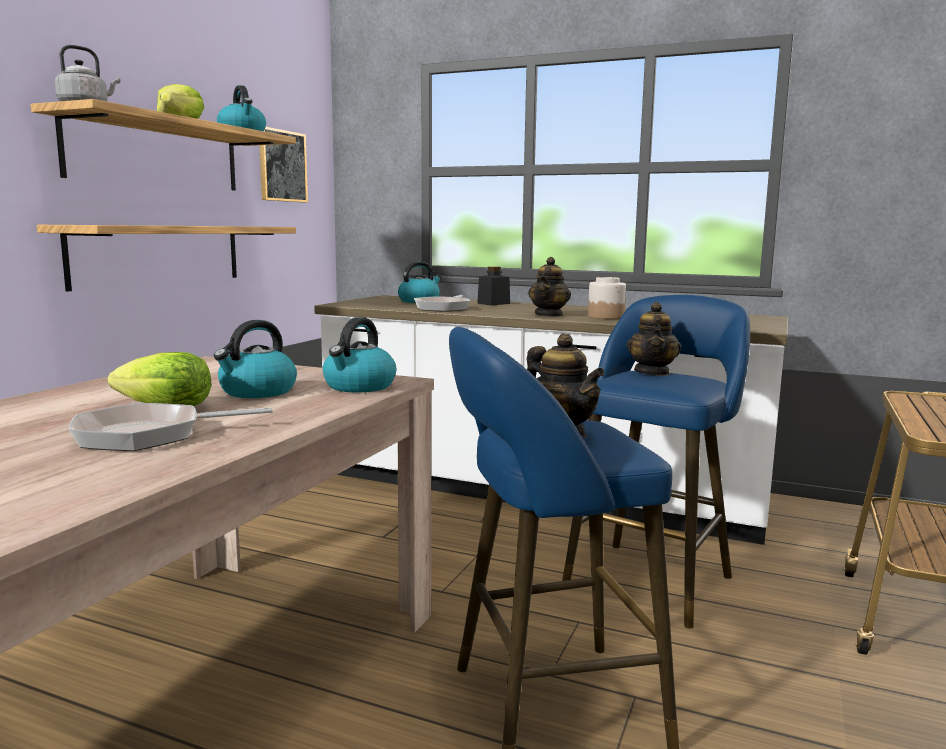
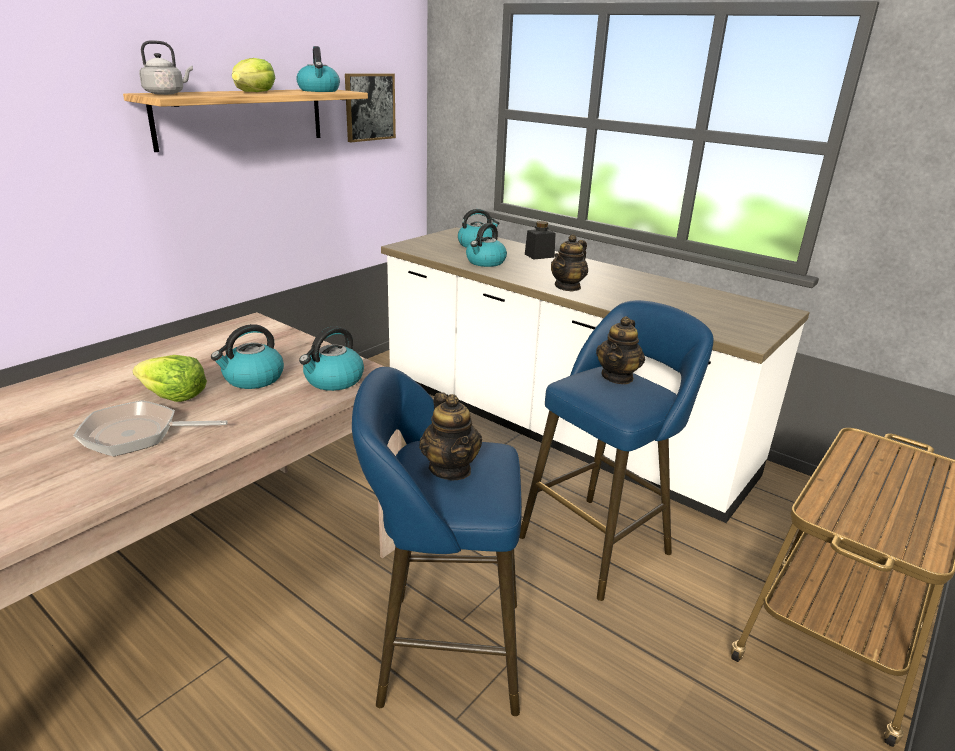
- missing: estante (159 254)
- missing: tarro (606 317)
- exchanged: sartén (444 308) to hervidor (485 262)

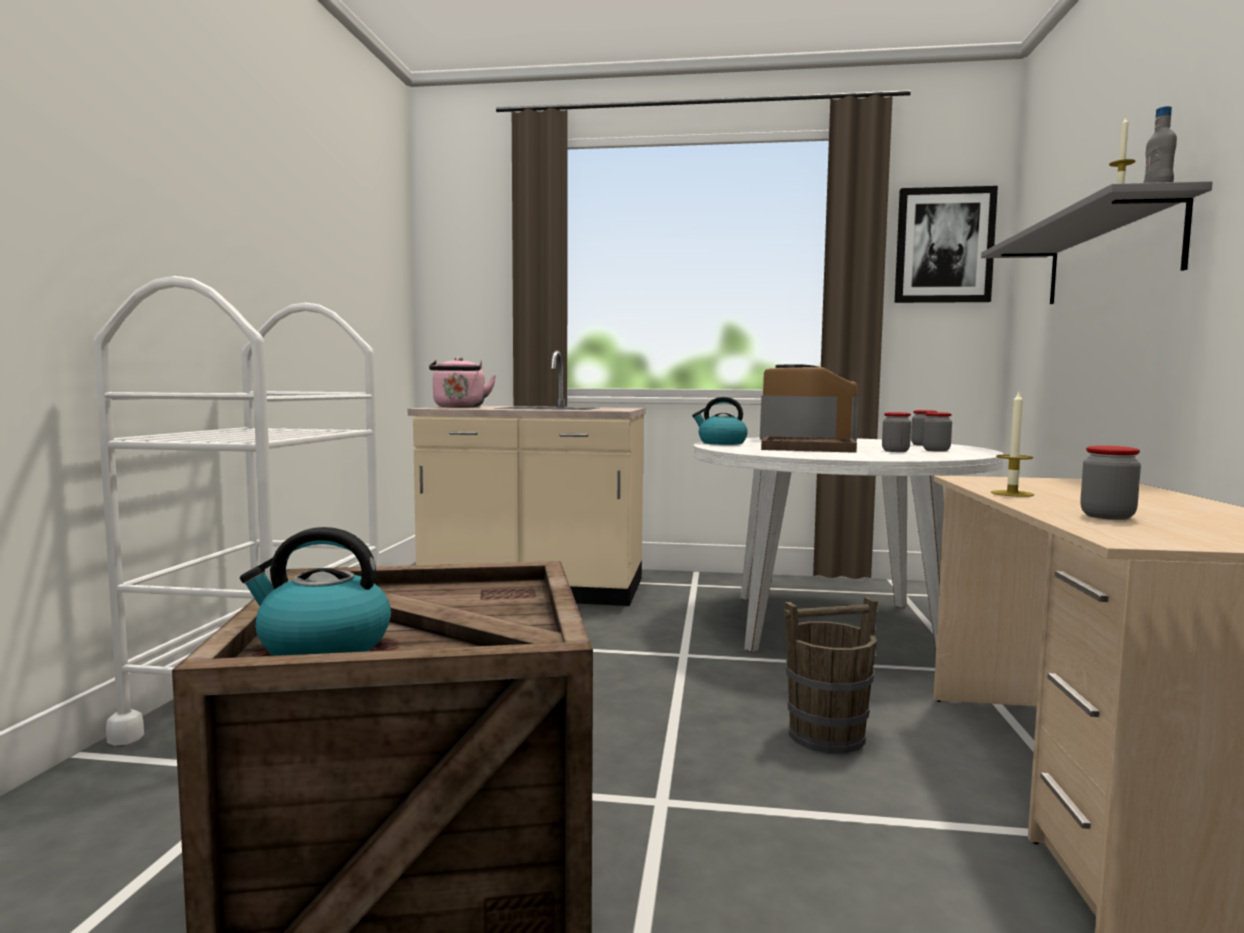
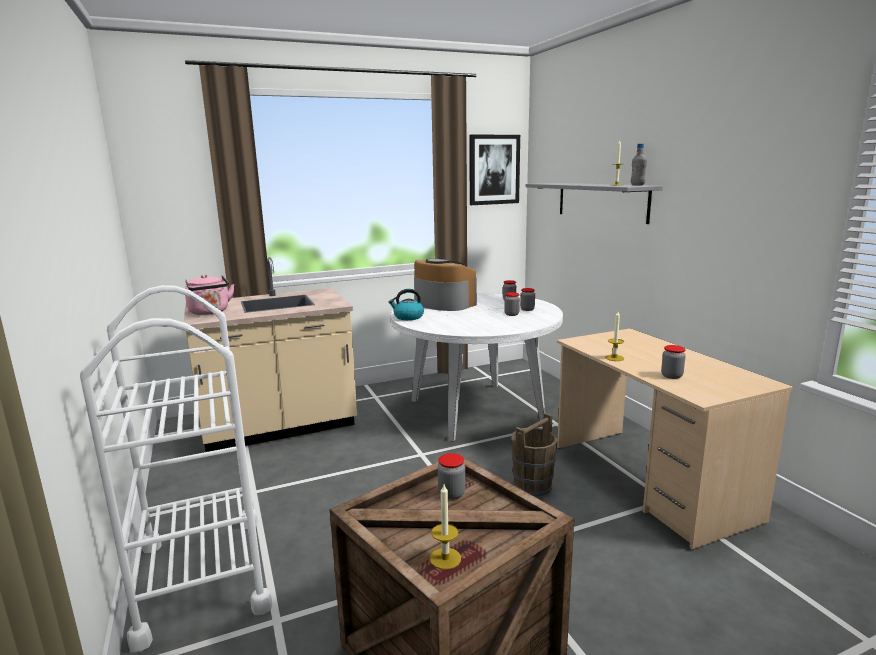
- missing: bandeja/marrón (807 448)
- exchanged: hervidor (322 646) to vela (445 558)
- appeared: tarro (451 494)

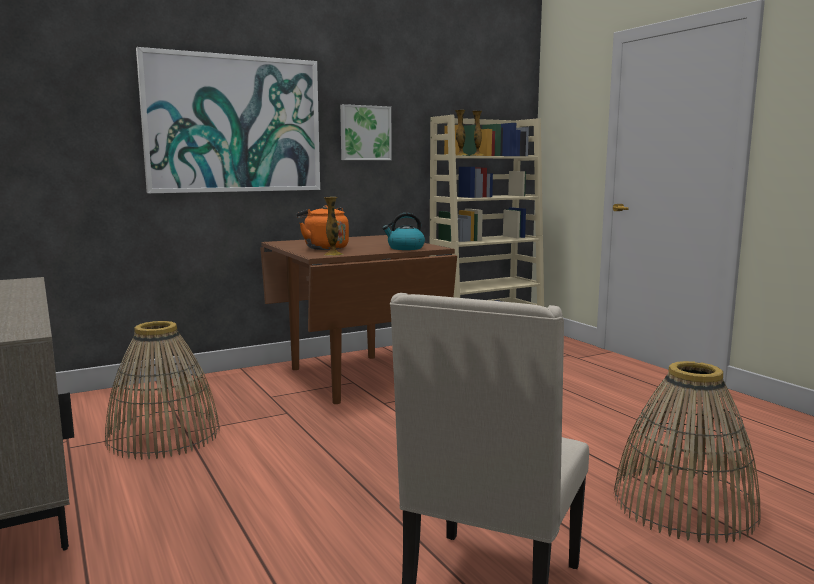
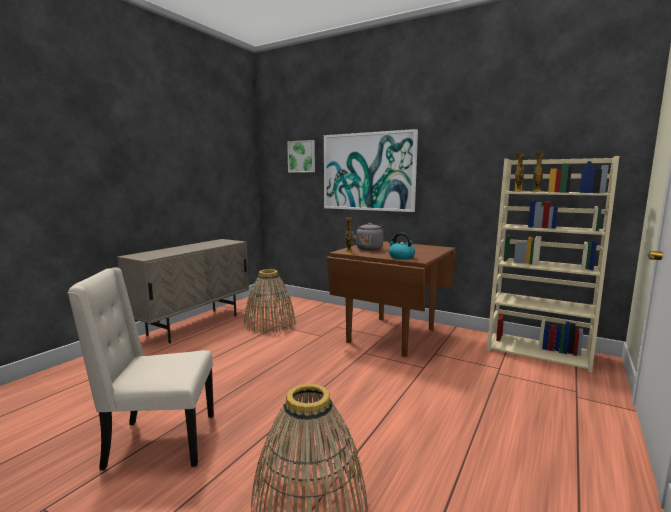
- relocated: cuadro (365 133) to (302 156)
- colour: hervidor/naranja (324 248) to hervidor/gris (369 248)

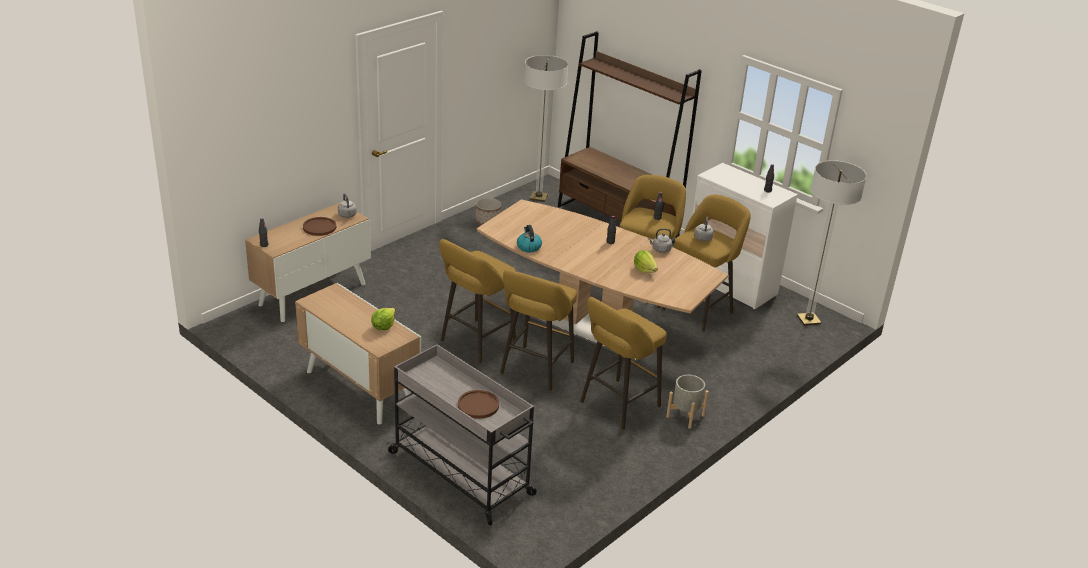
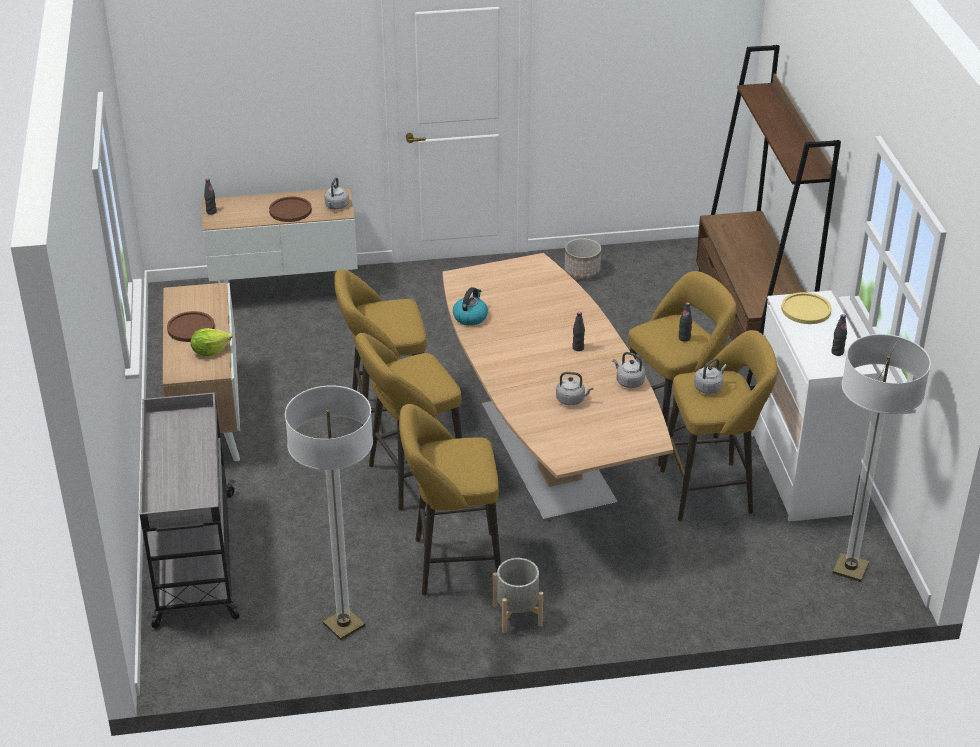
- relocated: lámpara de pie (538 197) to (344 625)
- exchanged: lechuga (644 269) to hervidor/gris (572 400)
- relocated: plato/marrón (478 405) to (191 328)
- appeared: plato/amarillo (806 309)

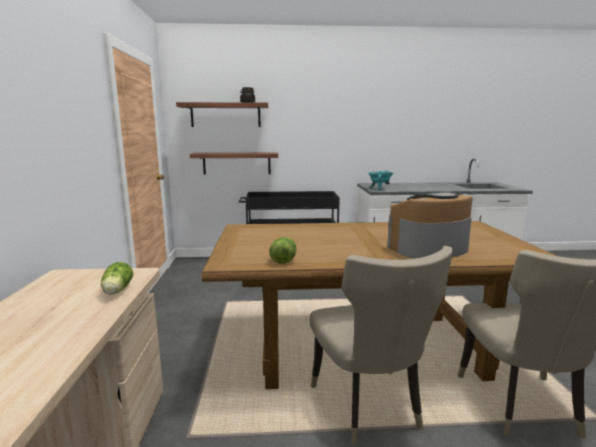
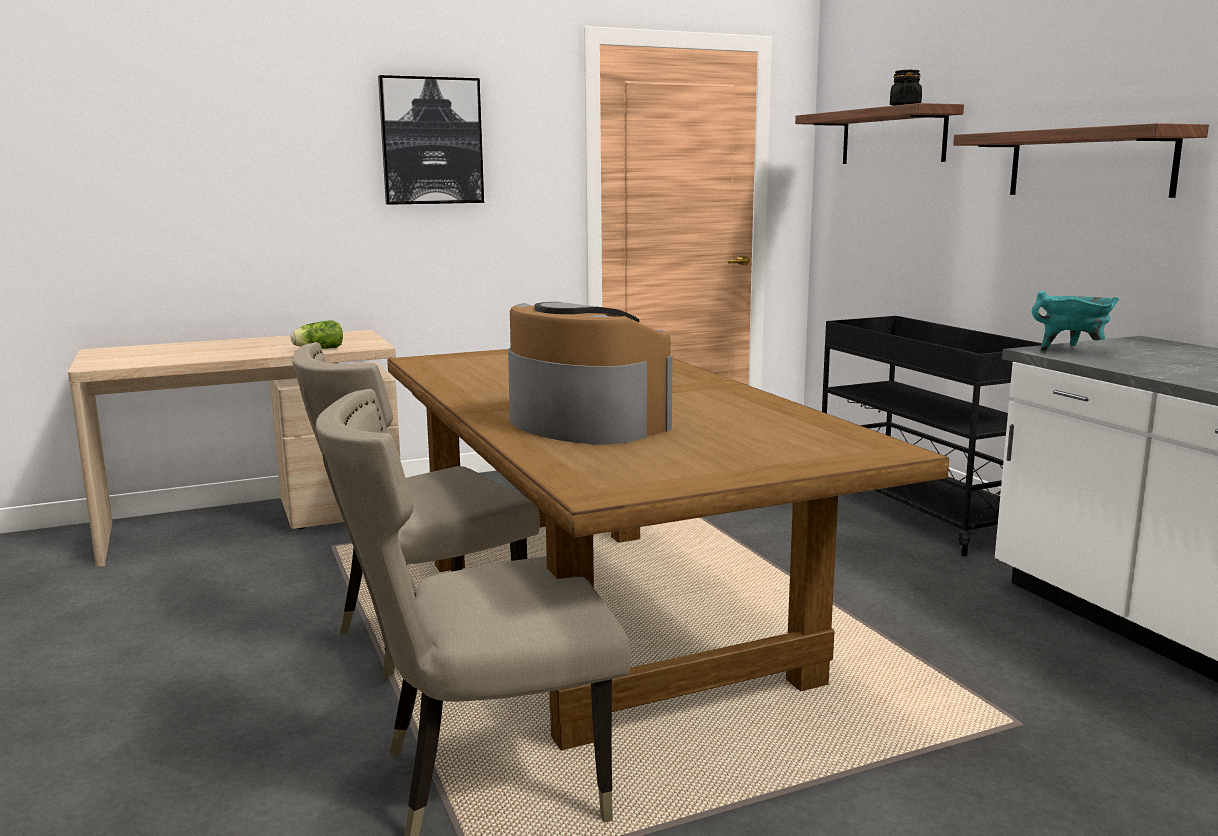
- relocated: estante (236 163) to (1089 163)
- missing: lechuga (283 259)
- appeared: cuadro (431 141)

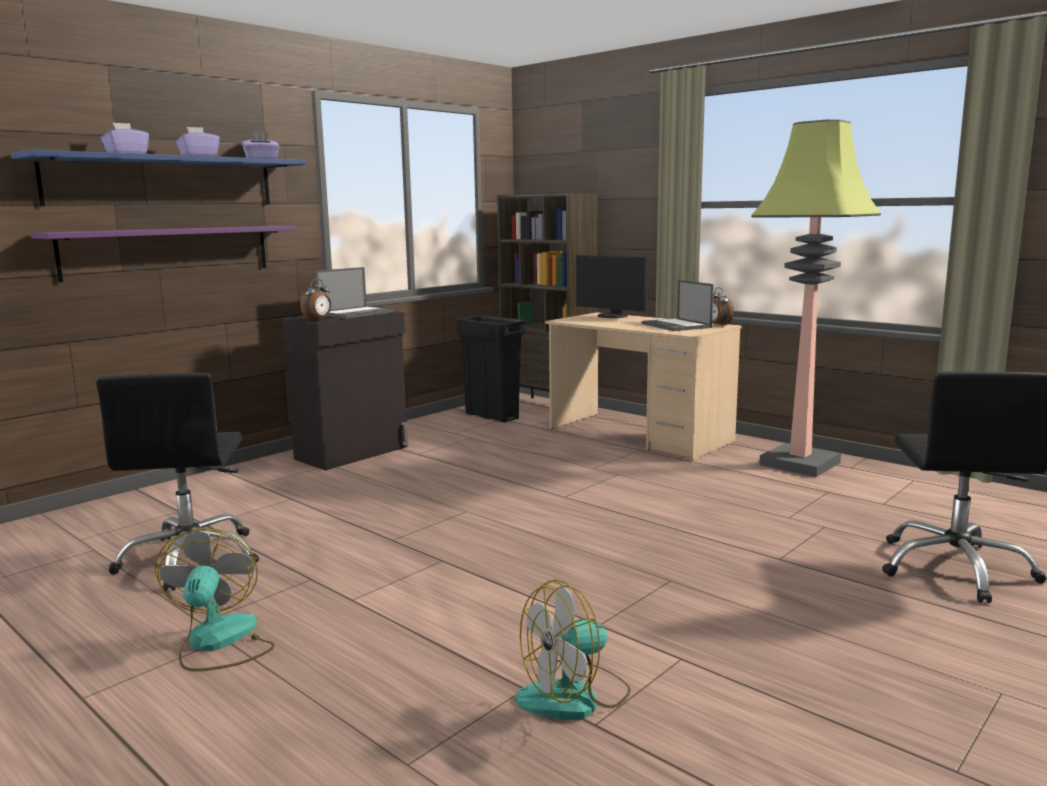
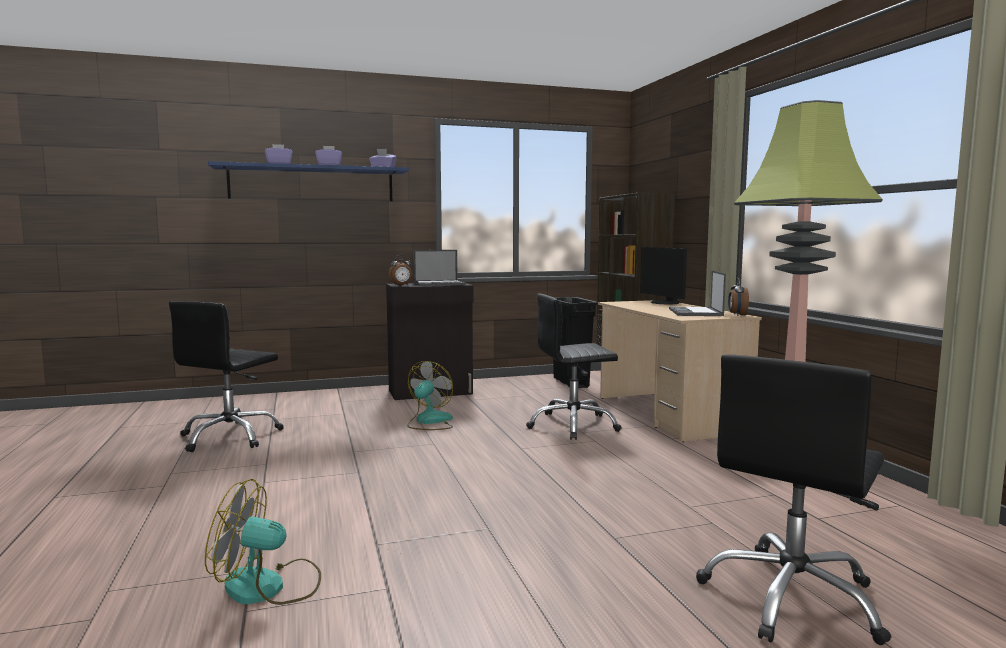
- missing: estante/morado (168 251)
- relocated: ventilador (218 643) to (429 422)
- appeared: silla de oficina/negro (573 425)

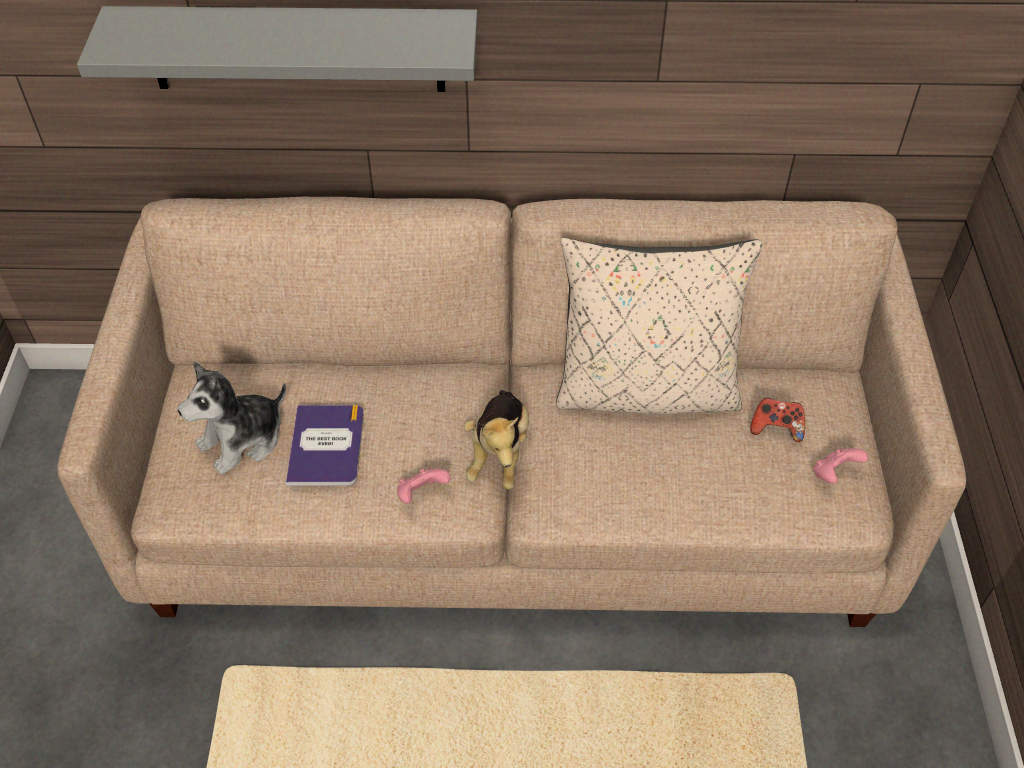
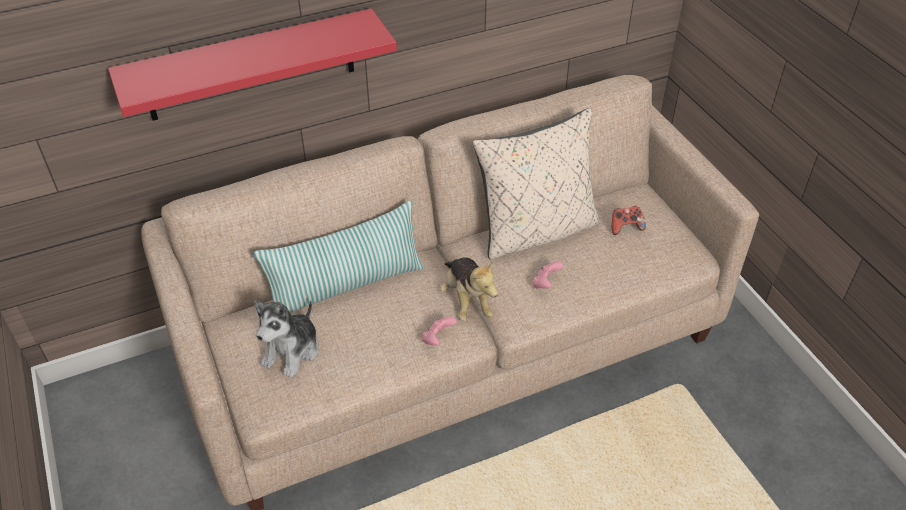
- colour: estante/gris (296 49) to estante/rojo (250 66)
- missing: libro (326 446)
- relocated: mando de consola/rosa (833 474) to (545 283)
- appeared: cojín (346 286)

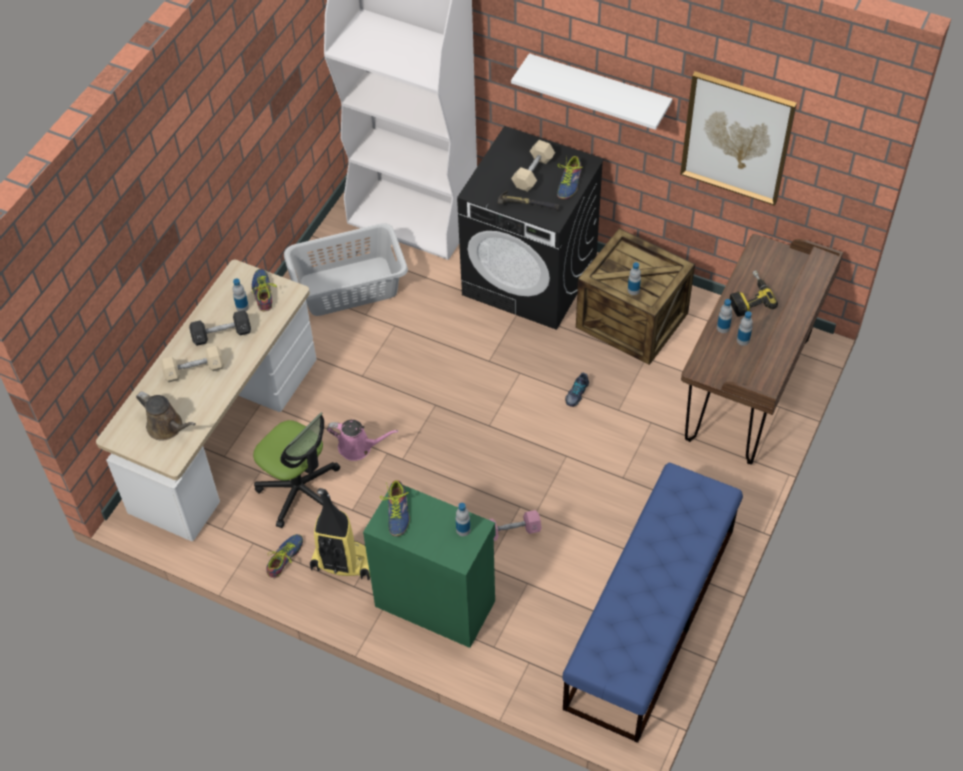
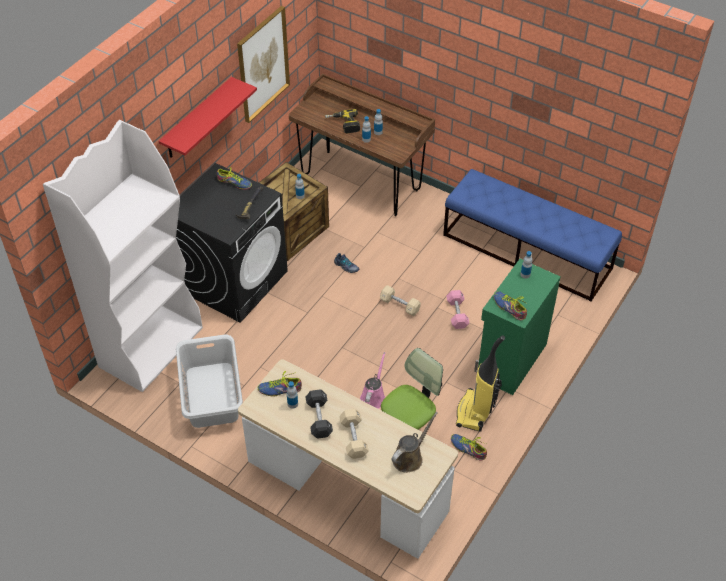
- colour: estante/blanco (598 90) to estante/rojo (197 119)
- relocated: mancuerna/beis (533 172) to (400 305)
- spun: zapato (398 512) = (509 308) 135 degrees counterclockwise

